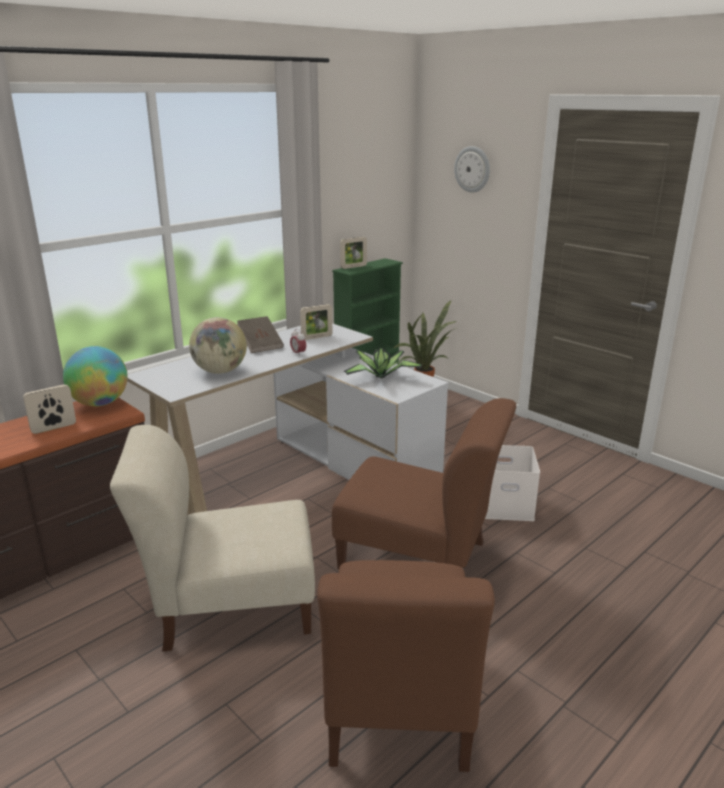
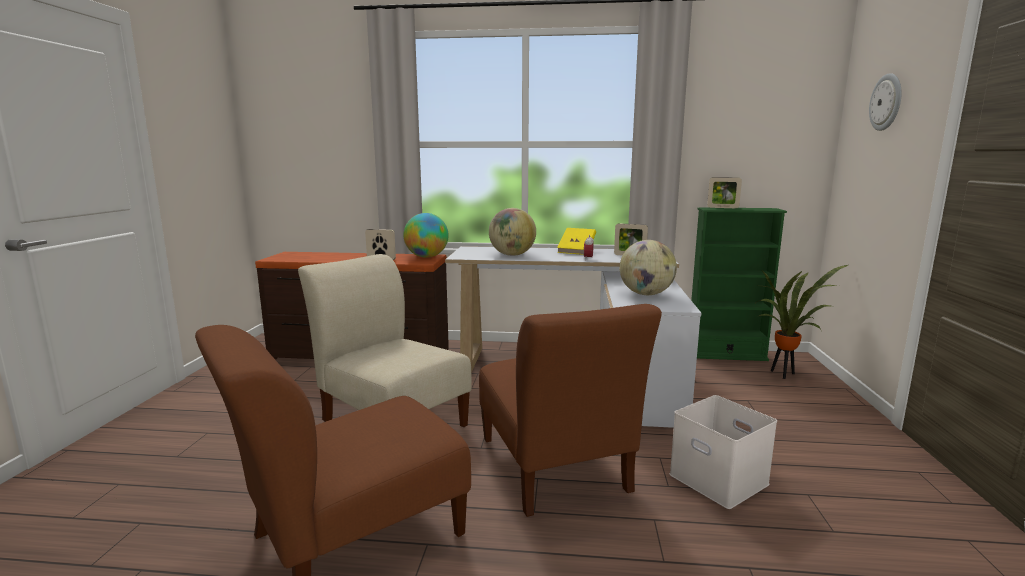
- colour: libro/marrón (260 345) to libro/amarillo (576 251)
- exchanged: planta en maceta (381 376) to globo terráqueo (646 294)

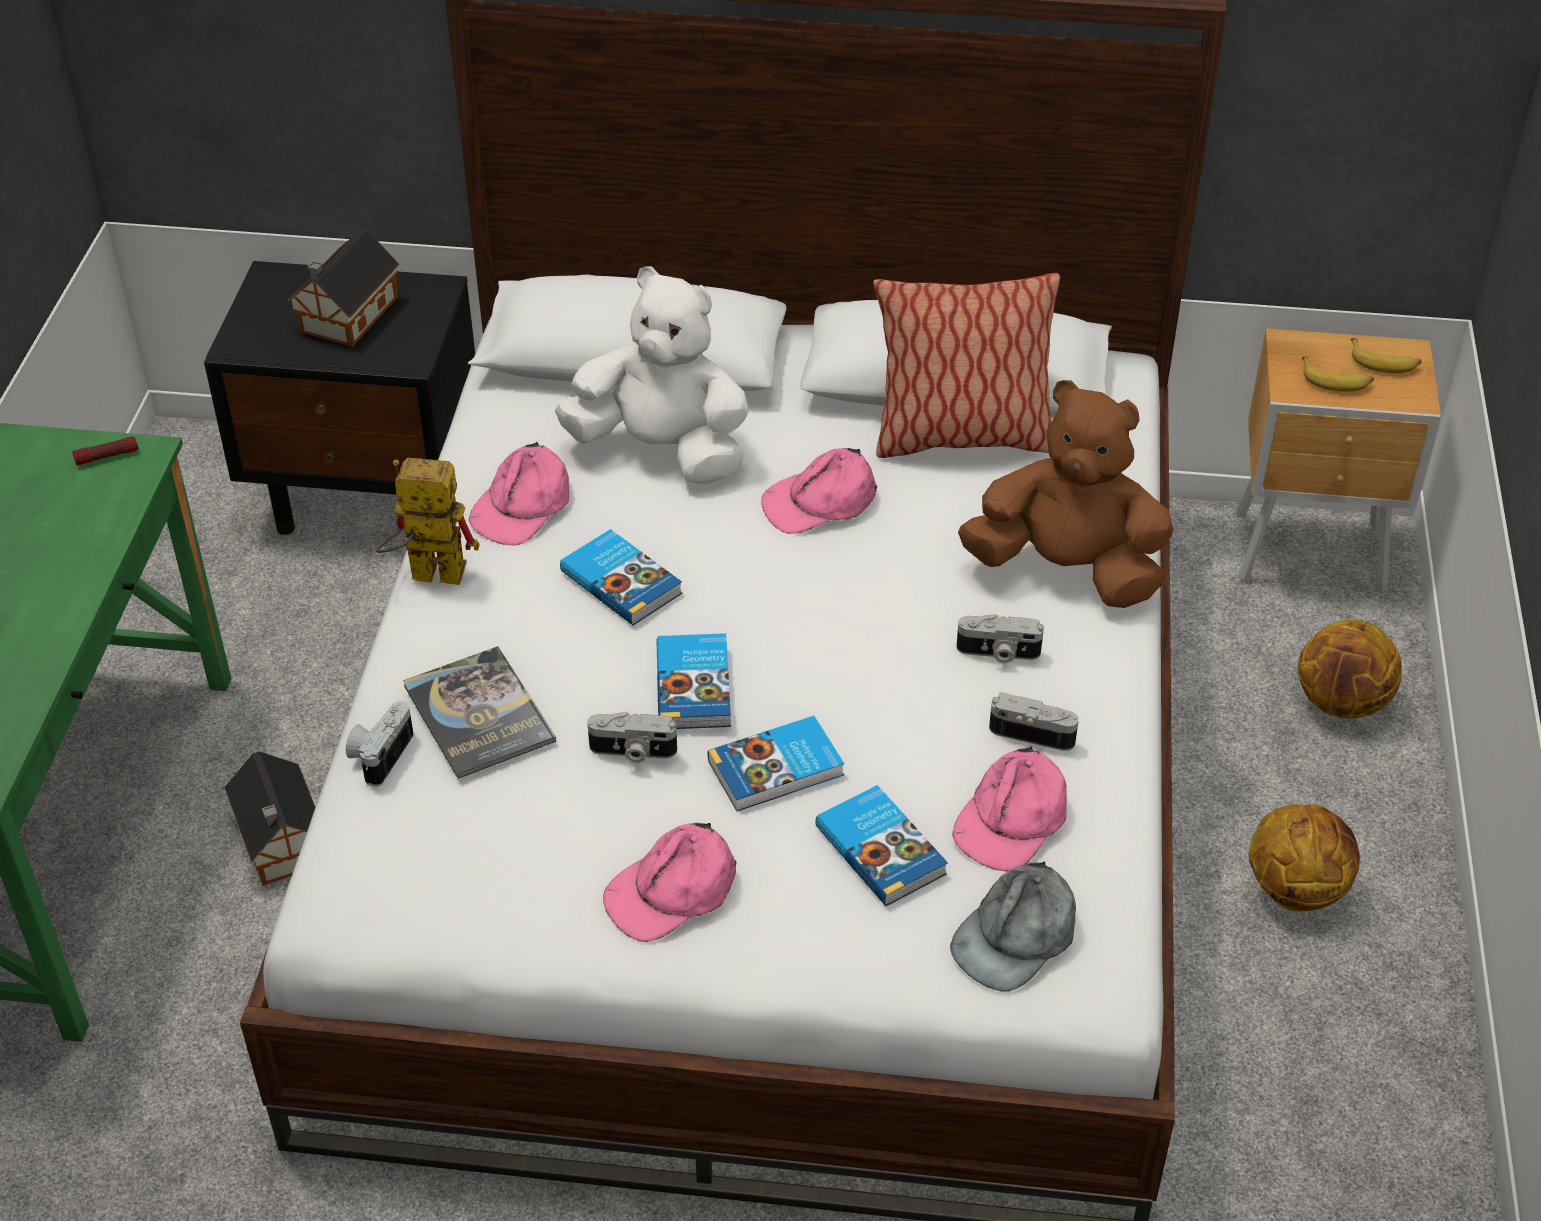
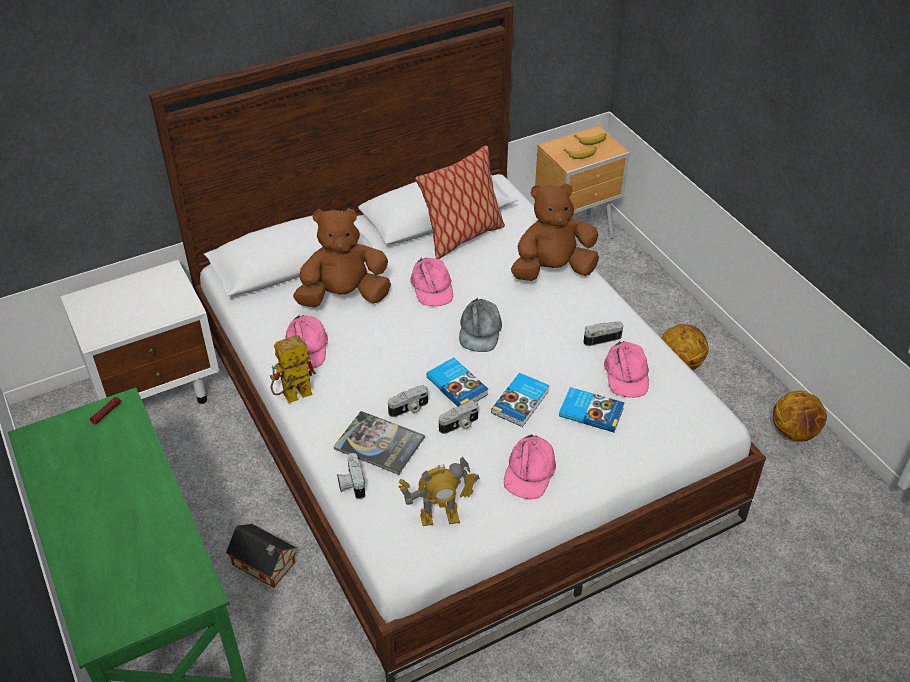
- missing: casita (346 316)
- colour: mesita de noche/negro (370 493) to mesita de noche/blanco (159 390)
- colour: peluche/blanco (662 450) to peluche/marrón (344 296)
- spun: gorra/rosa (820 502) = (432 287) 45 degrees counterclockwise
- missing: libro (622 581)
- relocated: cámara (998 653) to (409 409)
- relocated: balón de baloncesto (1341 703) to (794 432)
- relocated: gorra/gris (1016 935) to (480 331)
- appeared: robot de juguete (439 517)

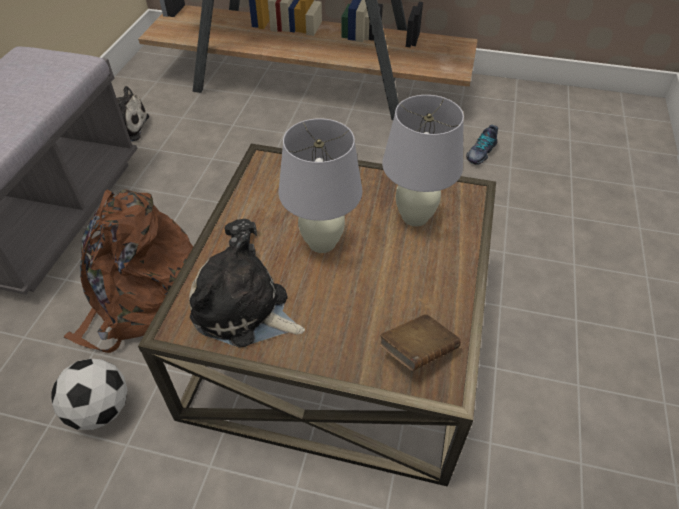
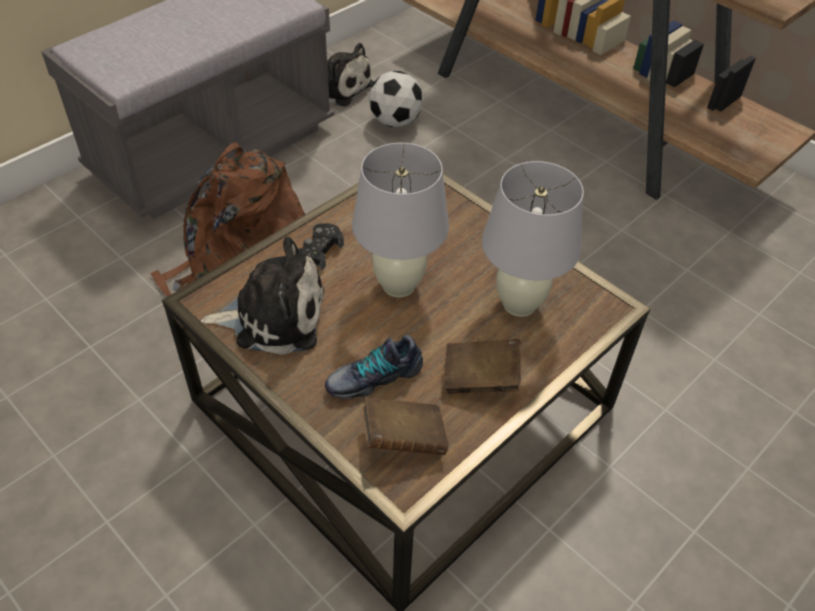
- relocated: zapato (480 152) to (373 377)
- spun: peluche (245 311) = (273 316) 120 degrees clockwise
- relocated: balón de fútbol (100 409) to (395 121)
- appeared: libro/marrón (480 379)

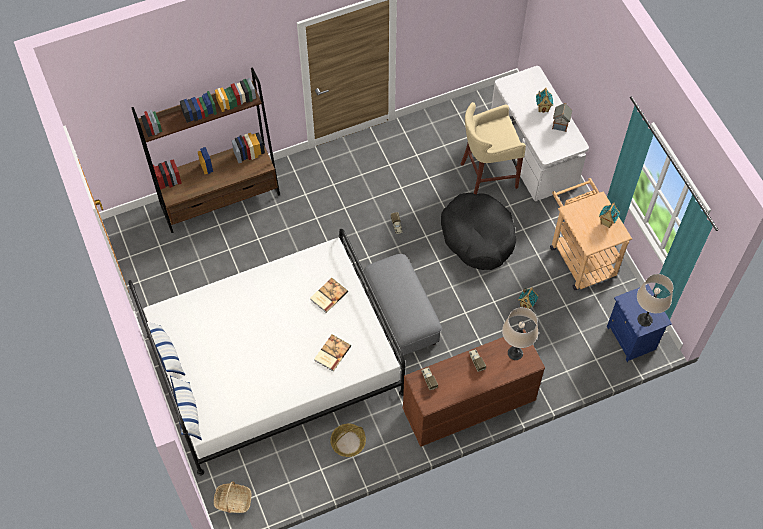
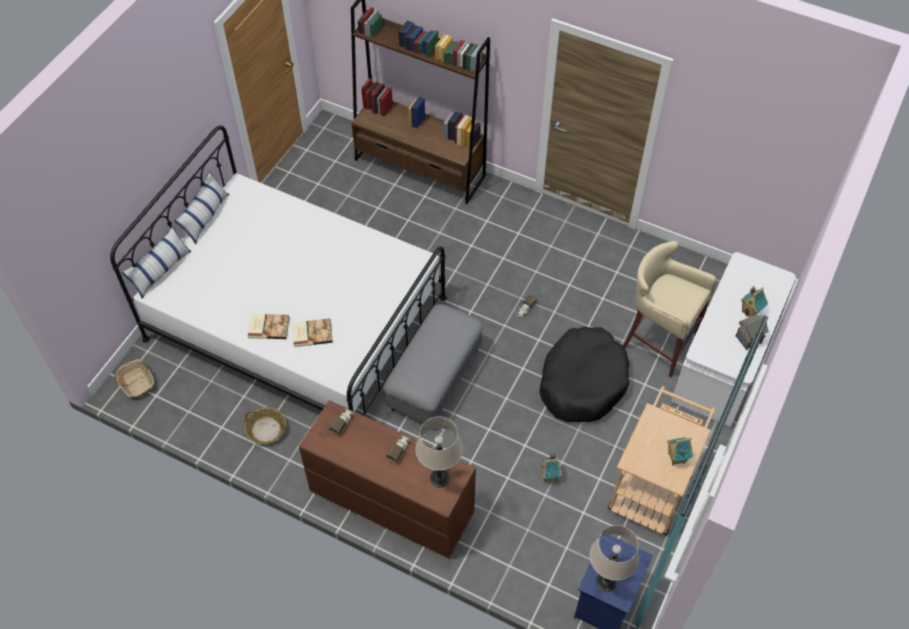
- relocated: libro (328 295) to (268 326)

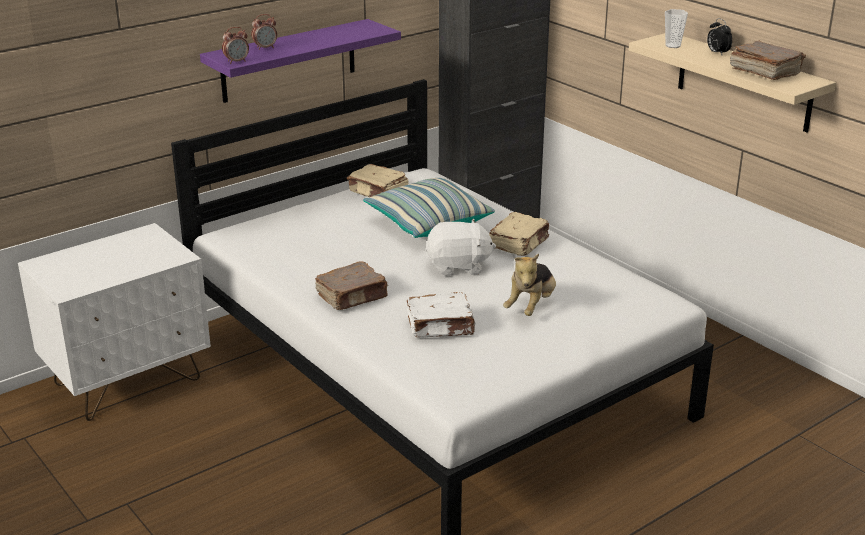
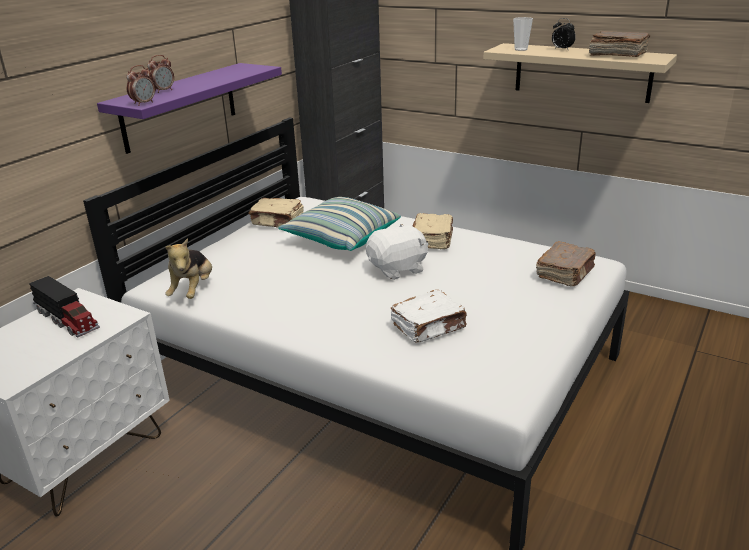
- relocated: peluche (531 306) to (193 290)
- relocated: libro/marrón (353 297) to (565 273)
- appeared: camión de juguete (67 319)

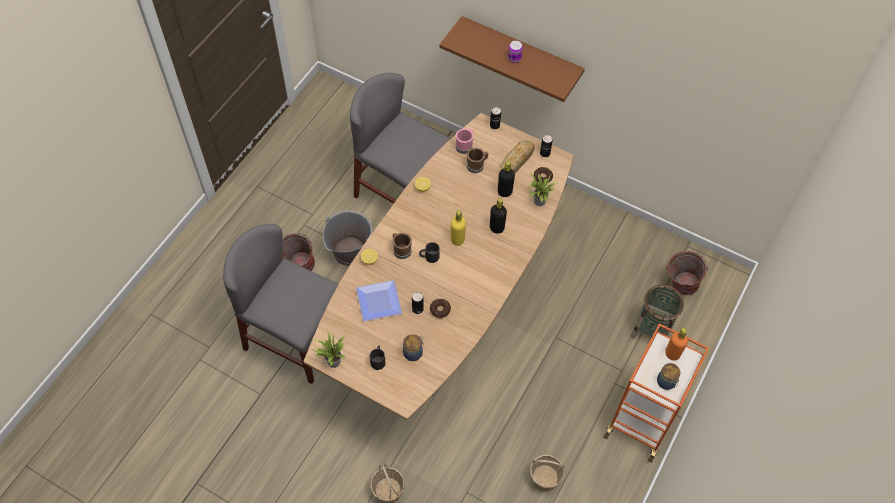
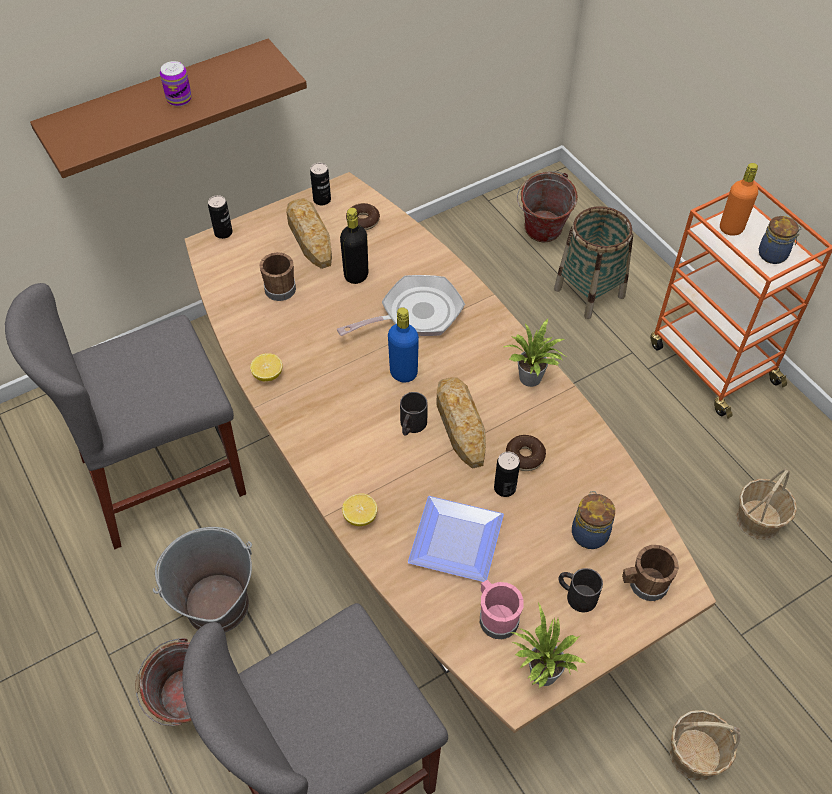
- relocated: taza grande/rosa (465 146) to (496 617)
- relocated: planta en maceta (538 202) to (532 380)
- exchanged: botella/negro (496 228) to sartén (415 314)
- colour: botella/amarillo (457 240) to botella/azul (403 373)
- relocated: taza grande/marrón (401 250) to (644 584)
- appeared: pan (460 424)

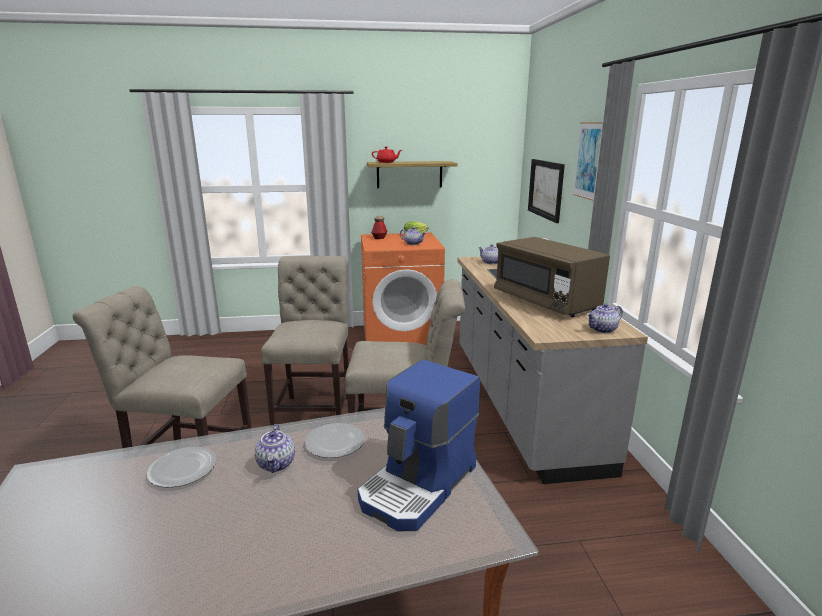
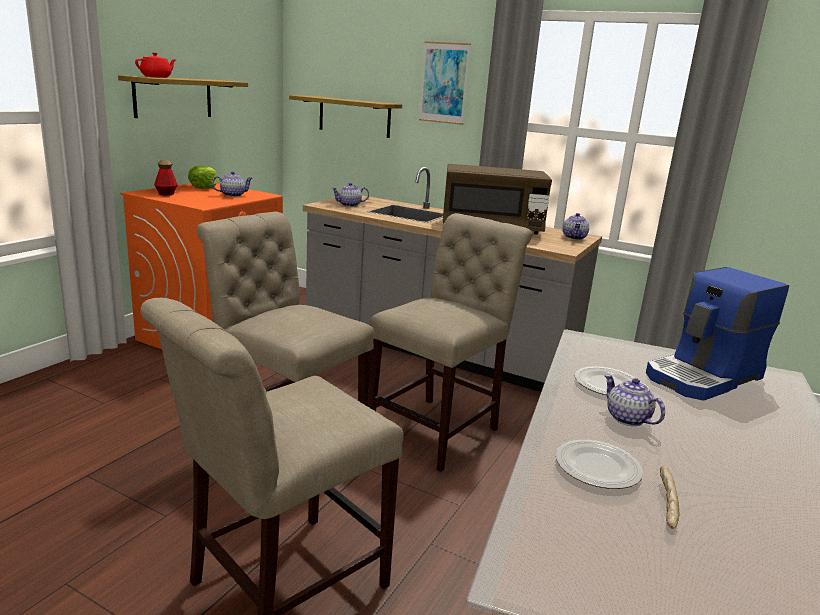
- exchanged: cuadro (546 189) to estante (354 116)
- spun: cafetera (419 485) = (704 377) 75 degrees clockwise
- spun: tetera (276 464) = (627 418) 150 degrees counterclockwise
- appeared: pan (665 503)

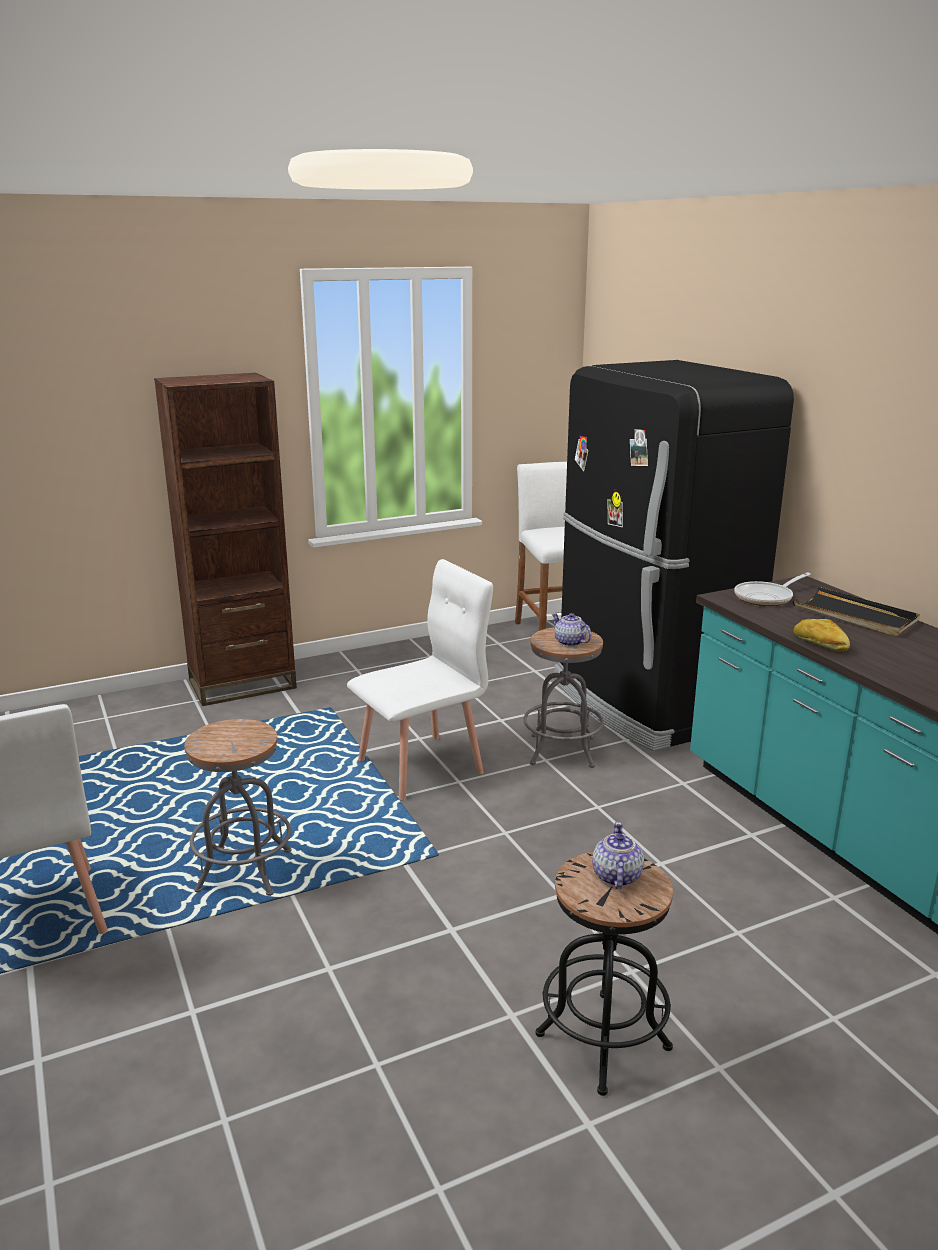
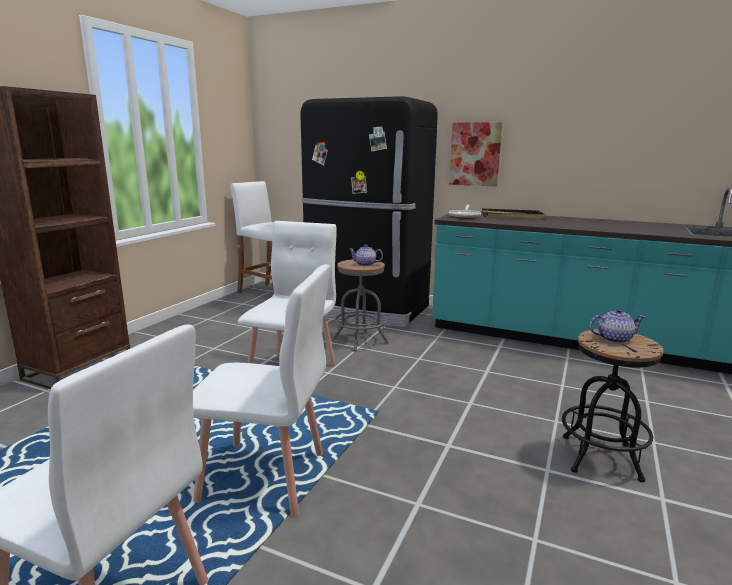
- missing: pan (820 644)
- exchanged: taburete/gris (244 871) to silla/blanco (264 477)
- spun: tetera (616 877) = (613 339) 120 degrees clockwise
- appeared: cuadro (475 154)

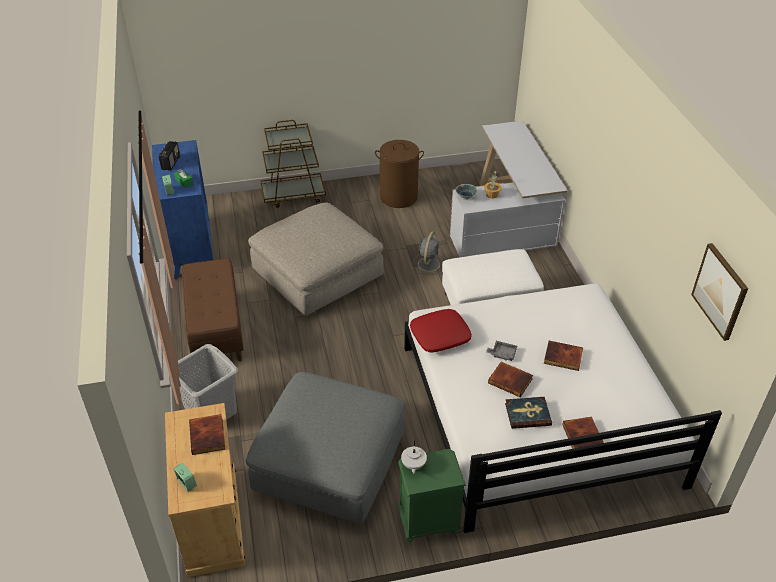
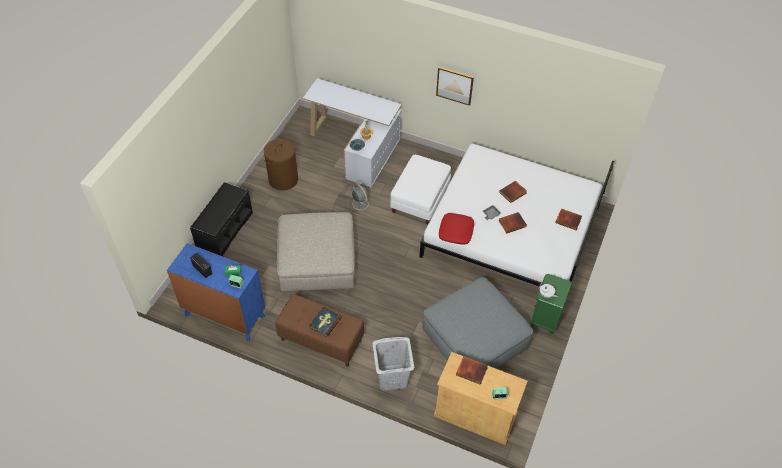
- exchanged: carrito/marrón (294 195) to banco/negro (224 230)
- relocated: cuadro (720 291) to (455 85)
- relocated: libro (527 414) to (325 322)

